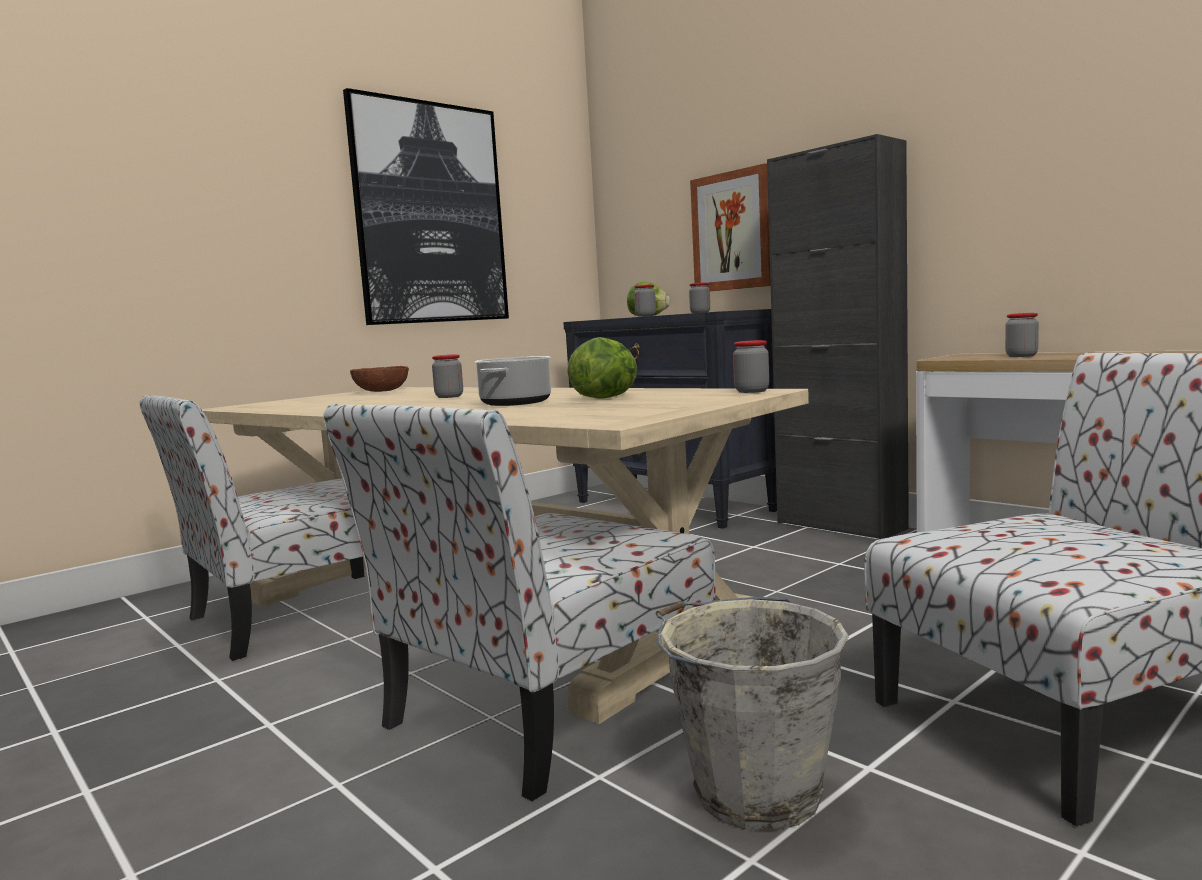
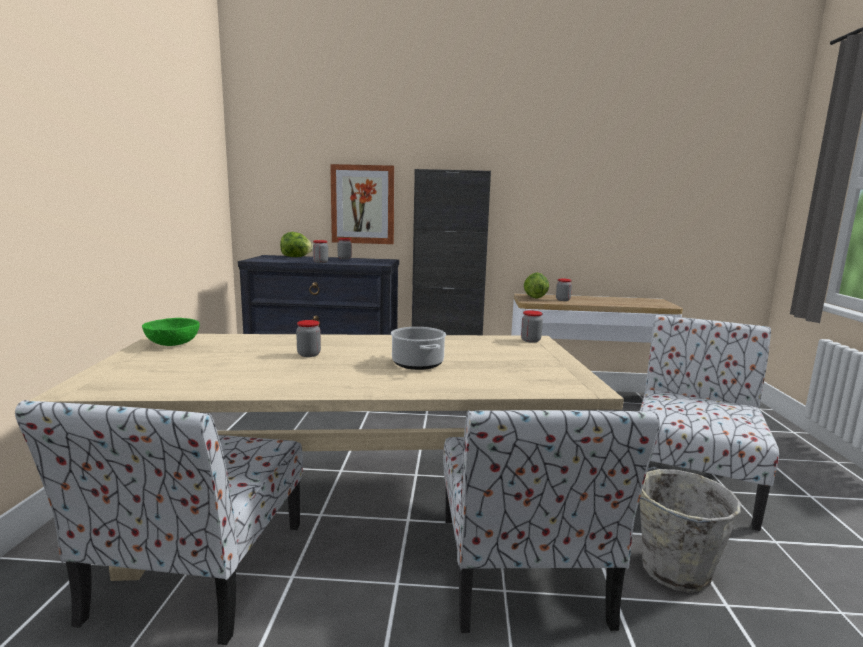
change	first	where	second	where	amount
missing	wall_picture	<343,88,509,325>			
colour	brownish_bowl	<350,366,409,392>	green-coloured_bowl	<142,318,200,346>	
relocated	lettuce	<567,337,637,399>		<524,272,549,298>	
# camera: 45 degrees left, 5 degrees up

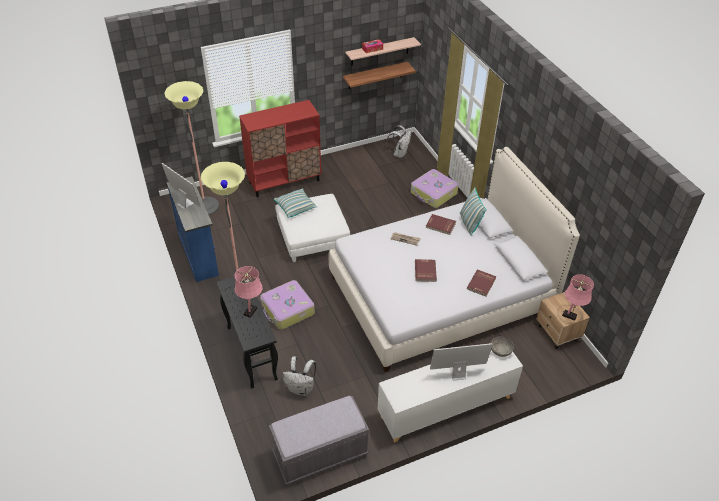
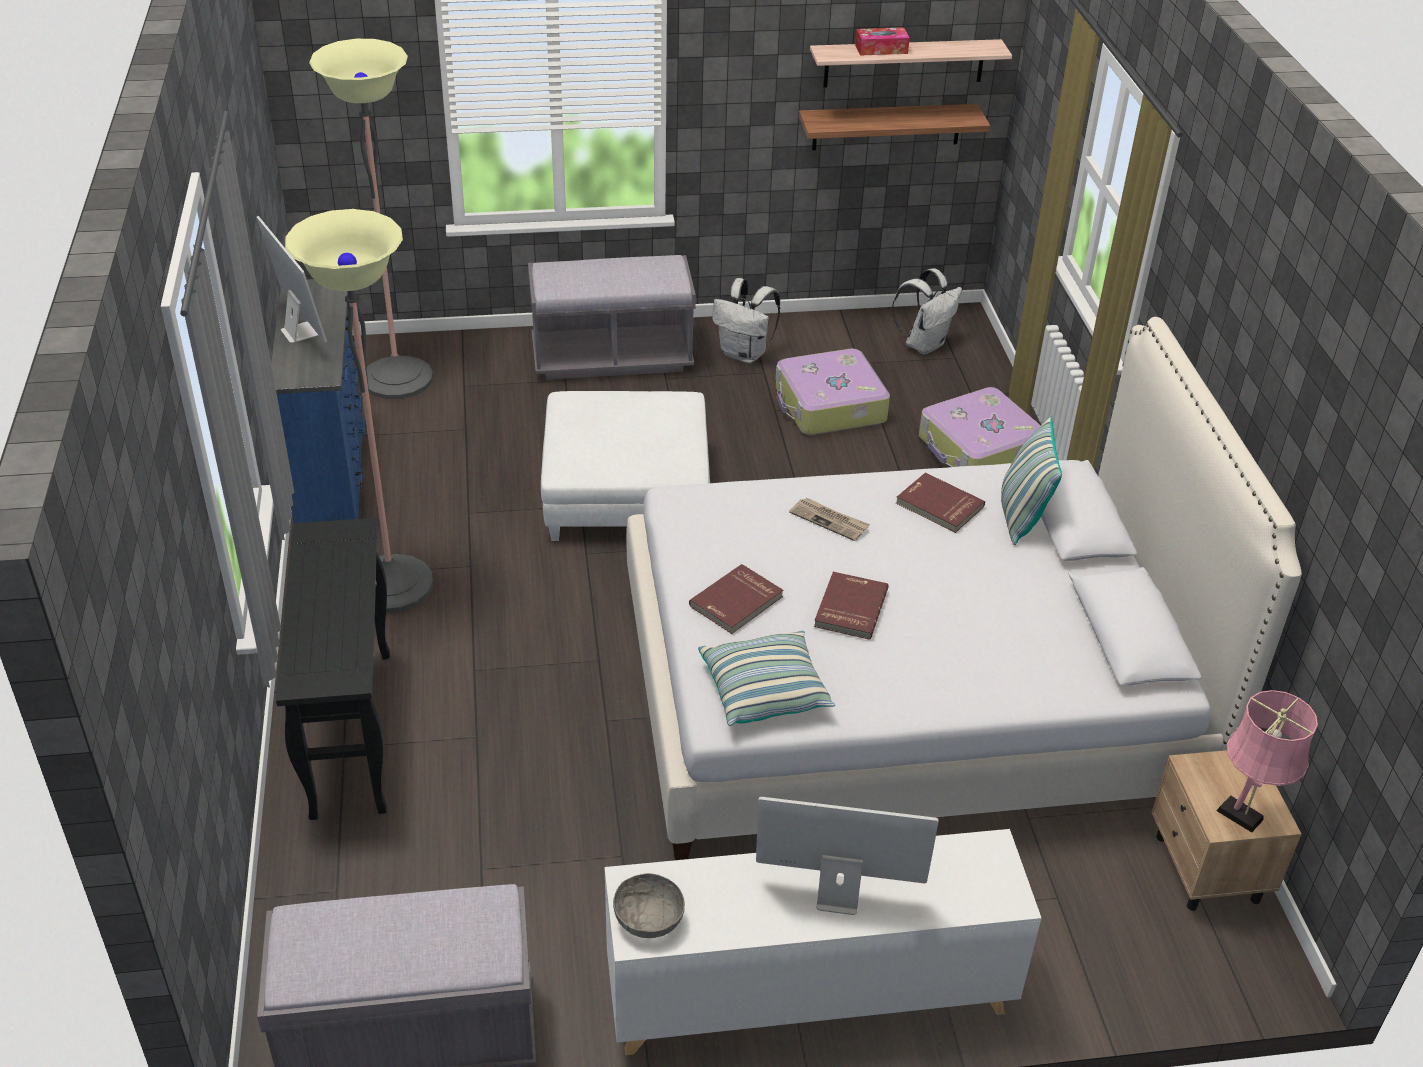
change	first	where	second	where	amount
missing	pinkish_lamp_for_a_table	<235,266,262,318>			
exchanged	red-coloured_cupboard	<239,100,321,197>	greyish_bench	<528,255,696,380>	
relocated	piece_of_luggage	<260,280,315,330>		<776,349,890,435>	
relocated	pillow	<274,188,317,218>		<698,631,835,726>	
relocated	whitish_backpack	<283,356,316,396>		<712,278,780,363>	
relocated	red-coloured_volume	<467,269,496,296>		<689,564,783,634>	
relocated	greyish_bowl	<491,337,514,357>		<613,873,685,938>	
# camera: 15 degrees right, 5 degrees down

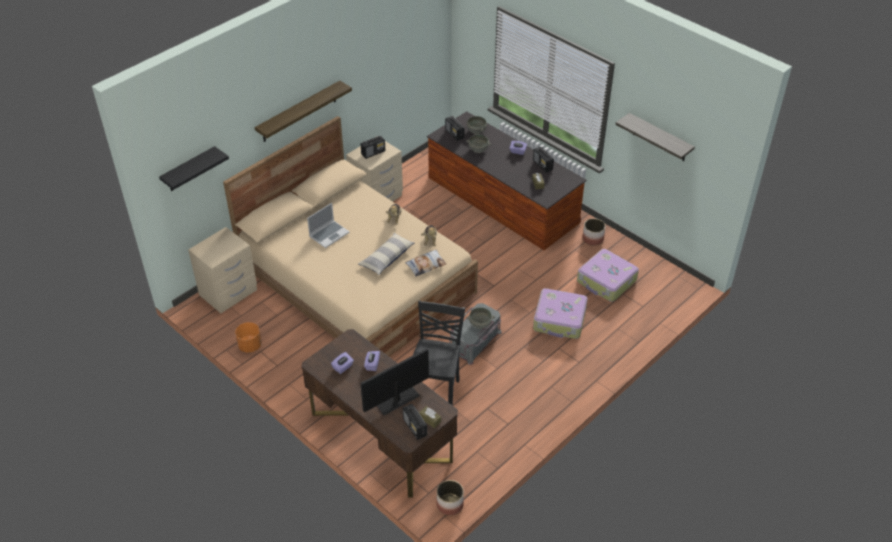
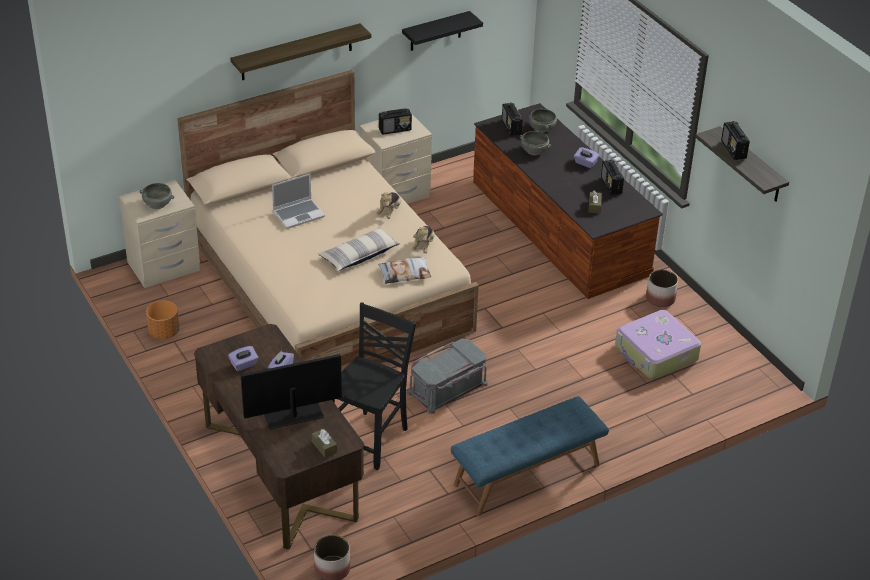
change	first	where	second	where	amount
relocated	black-coloured_shelf	<159,146,229,191>		<402,11,483,51>	
relocated	radio	<403,404,427,440>		<721,121,750,160>	
relocated	greyish_bowl	<466,307,495,329>		<139,183,174,209>	
missing	piece_of_luggage	<533,288,588,339>			
appeared			blue-coloured_bench	<451,396,609,516>	
# camera: 15 degrees right, 5 degrees down

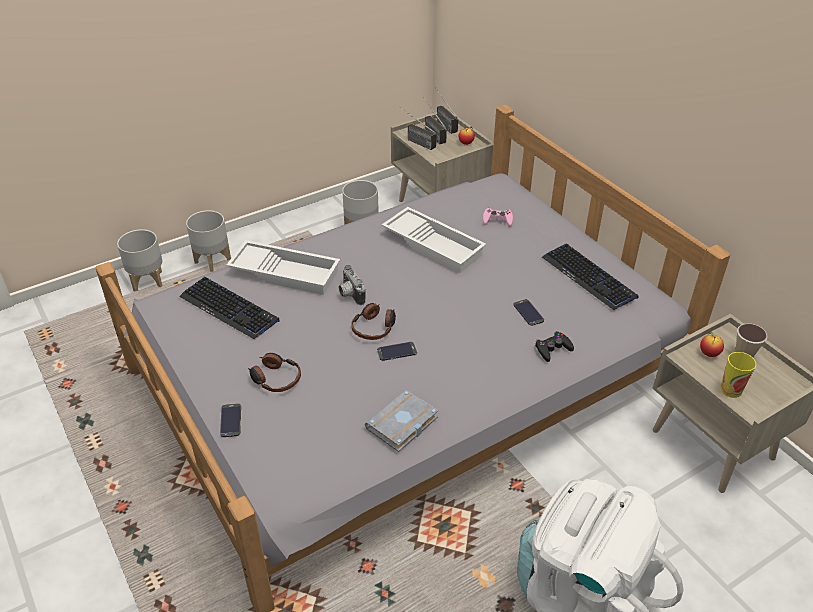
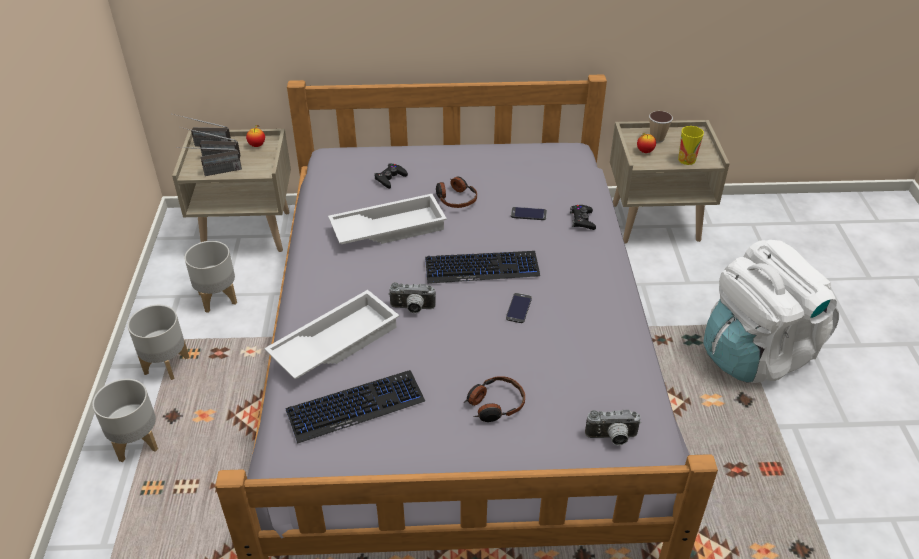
change	first	where	second	where	amount
relocated	greyish_planter	<117,229,163,292>		<128,305,190,380>	
missing	handset	<220,403,241,437>			
relocated	pair_of_headphones	<351,303,396,340>		<436,176,477,208>	
missing	greyish_volume	<365,390,438,452>			
colour	pinkish_game_controller	<483,208,513,227>	black-coloured_game_controller	<374,163,408,189>	
relocated	PC_keyboard	<542,244,639,310>		<425,251,540,284>	
appeared			photo_camera	<585,410,641,446>	
# camera: 60 degrees left, 0 degrees up

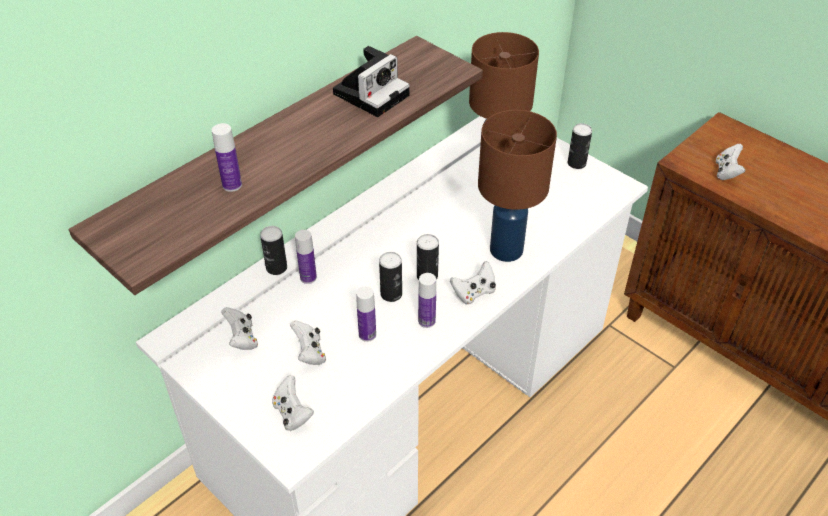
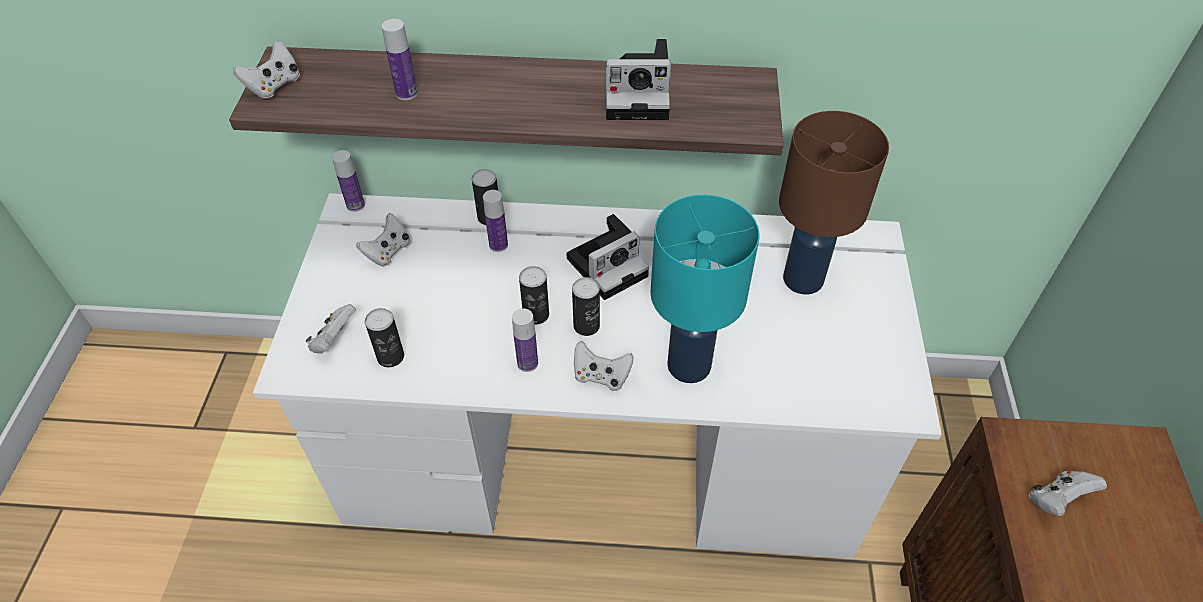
change	first	where	second	where	amount
relocated	whitish_game_controller	<290,320,326,365>		<233,40,300,99>	
relocated	bottle	<356,286,376,342>		<332,150,365,212>	
colour	brownish_lamp_for_a_table	<478,110,557,262>	blue-green_lamp_for_a_table	<651,195,759,383>	
relocated	metal_can	<568,123,592,169>		<365,308,404,367>	
appeared			photo_camera	<566,214,649,300>	
# camera: 50 degrees right, 5 degrees up

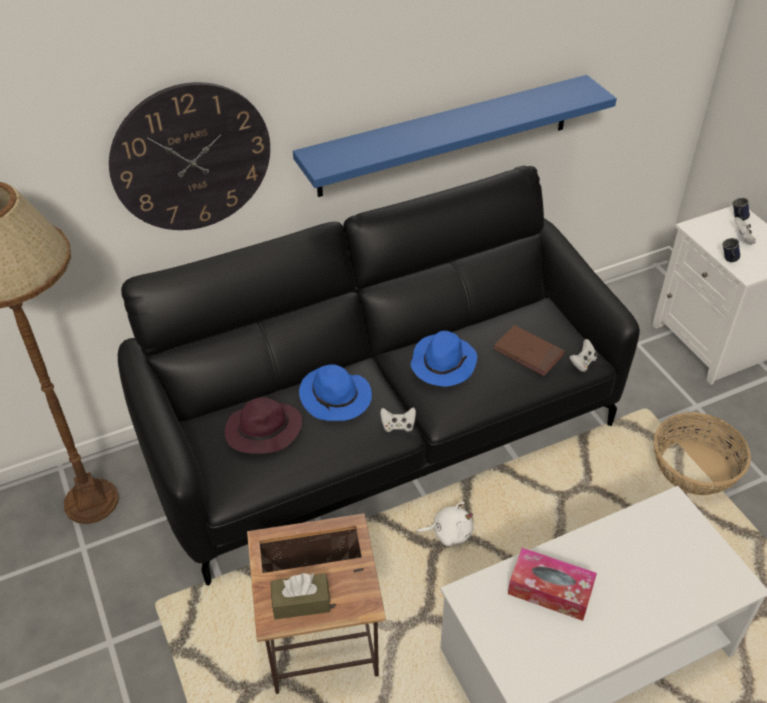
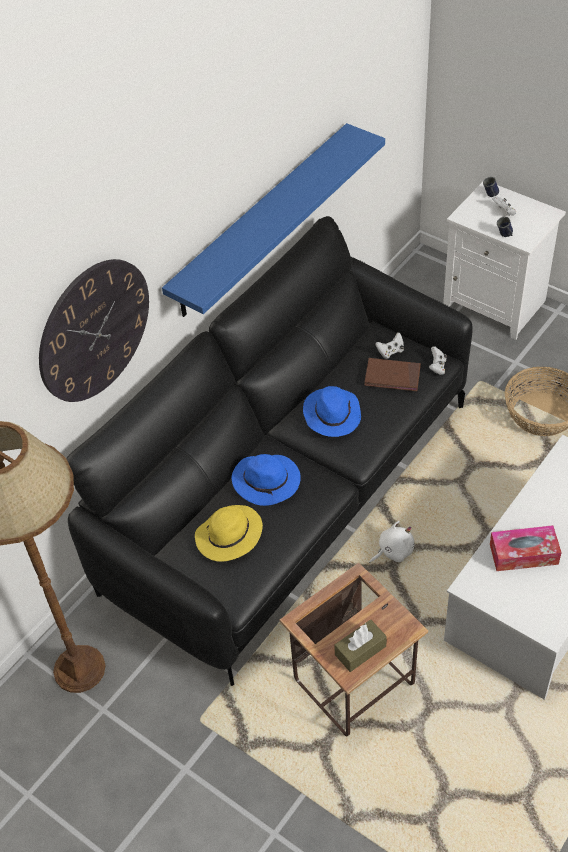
change	first	where	second	where	amount
colour	purplish_wearable_hat	<225,397,302,454>	yellowish_wearable_hat	<195,505,263,562>	
relocated	whitish_game_controller	<380,407,416,432>		<375,332,404,359>	
# camera: 25 degrees left, 5 degrees up

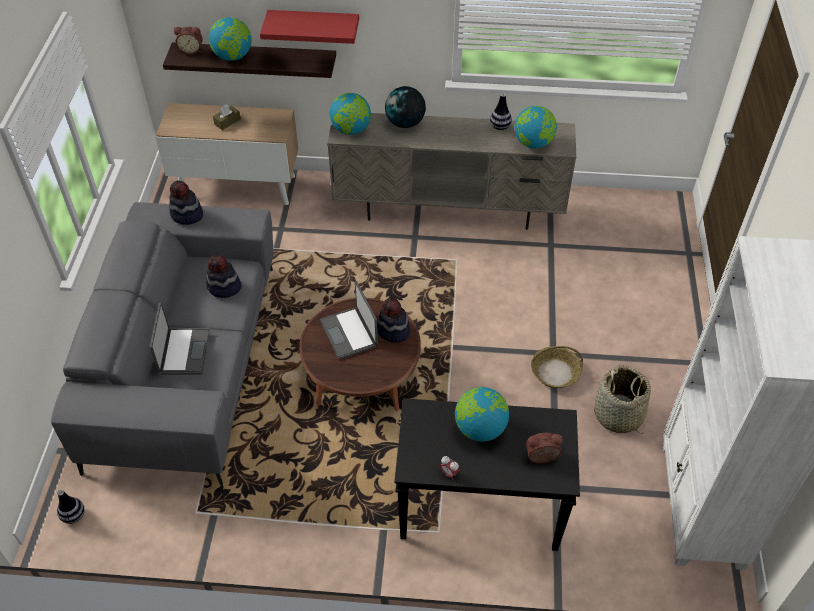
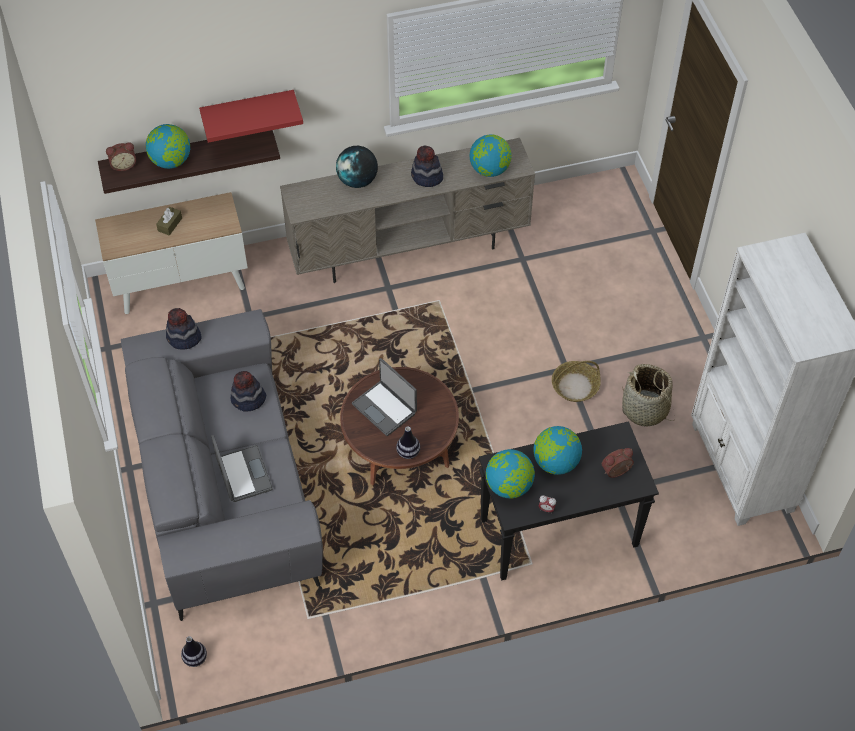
change	first	where	second	where	amount
relocated	globe	<330,93,371,135>		<486,449,535,499>	
relocated	wearable_hat	<377,298,410,343>		<411,145,443,187>	
relocated	flower_vase	<490,93,512,130>		<396,426,420,459>	
# camera: 20 degrees left, 5 degrees up

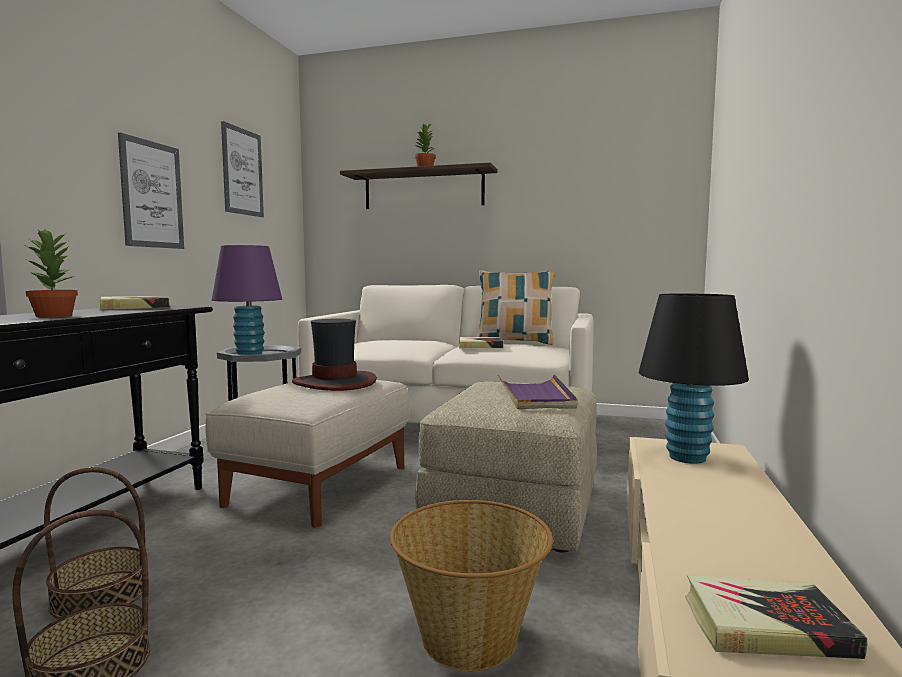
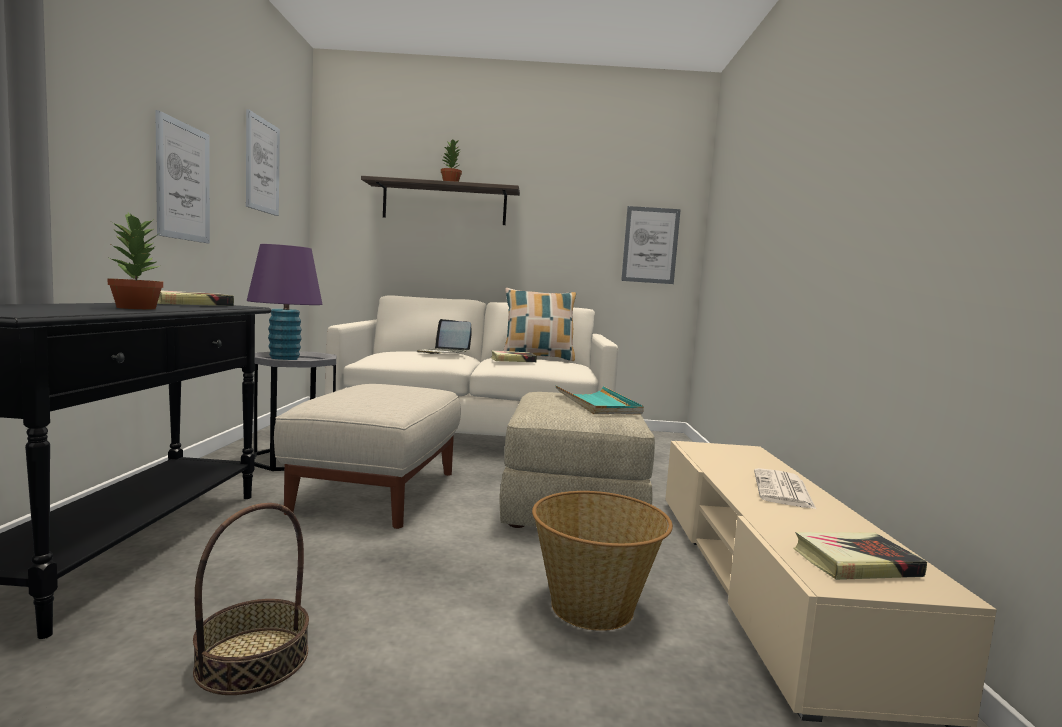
change	first	where	second	where	amount
missing	storage_basket	<44,467,149,619>			
missing	wearable_hat	<292,318,377,391>			
colour	purplish_tray	<498,375,577,409>	blue-green_tray	<555,385,644,414>	
missing	black-coloured_lamp_for_a_table	<639,293,749,464>			
appeared			portable_computer	<417,319,472,354>	
appeared			wall_picture	<621,206,681,284>	
appeared			daily_paper	<754,468,817,510>	
# camera: 15 degrees left, 0 degrees up

